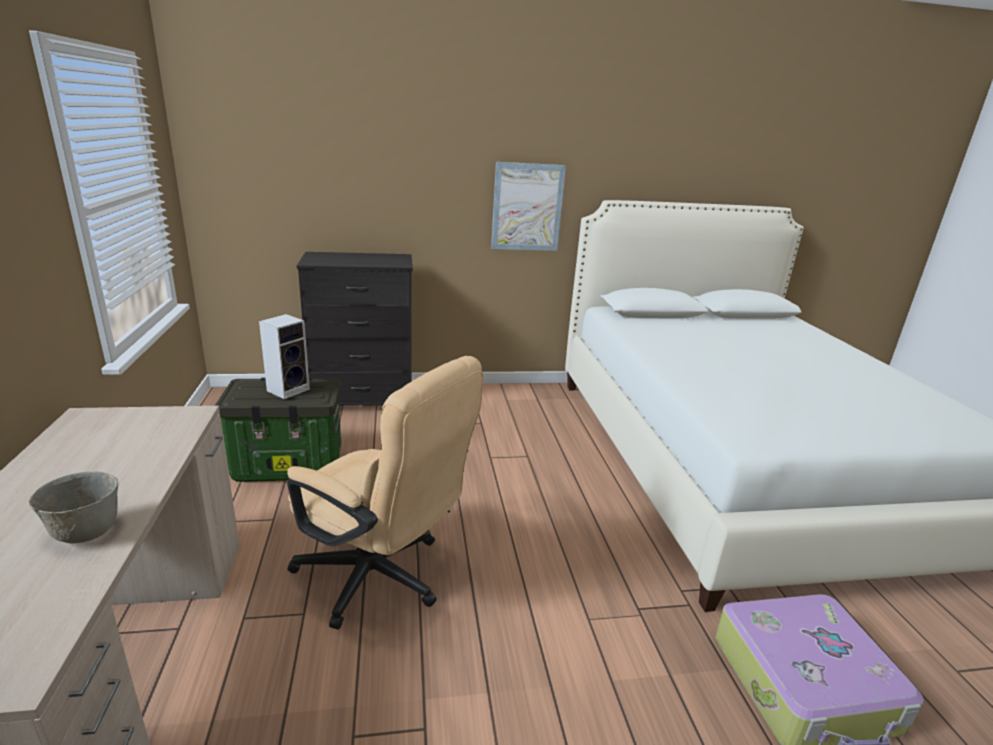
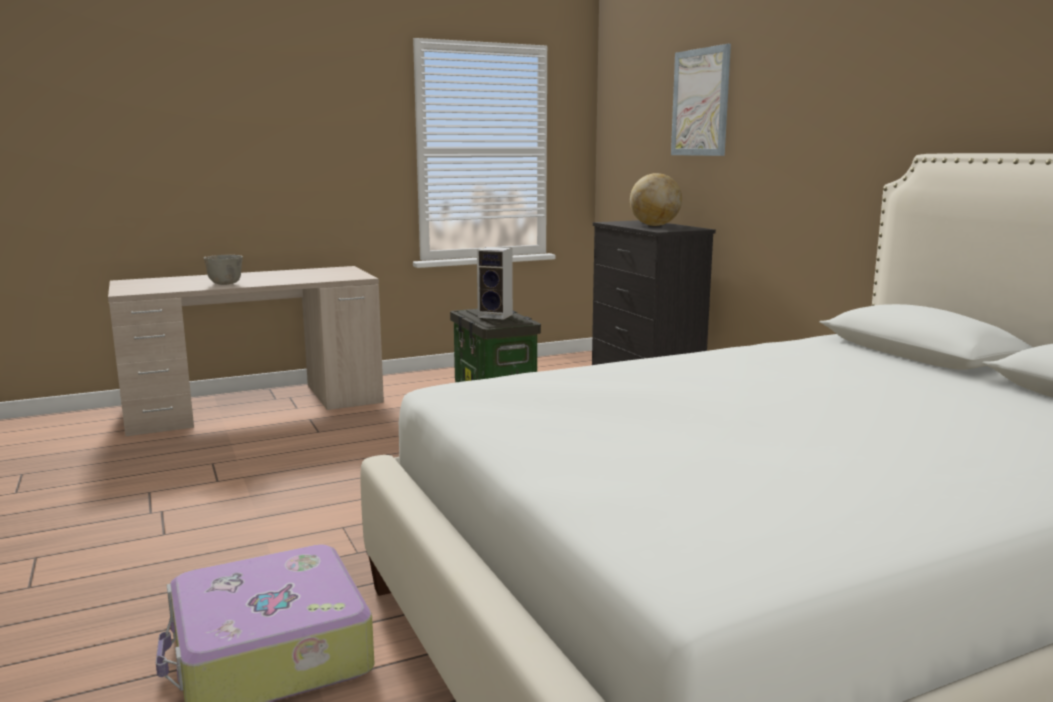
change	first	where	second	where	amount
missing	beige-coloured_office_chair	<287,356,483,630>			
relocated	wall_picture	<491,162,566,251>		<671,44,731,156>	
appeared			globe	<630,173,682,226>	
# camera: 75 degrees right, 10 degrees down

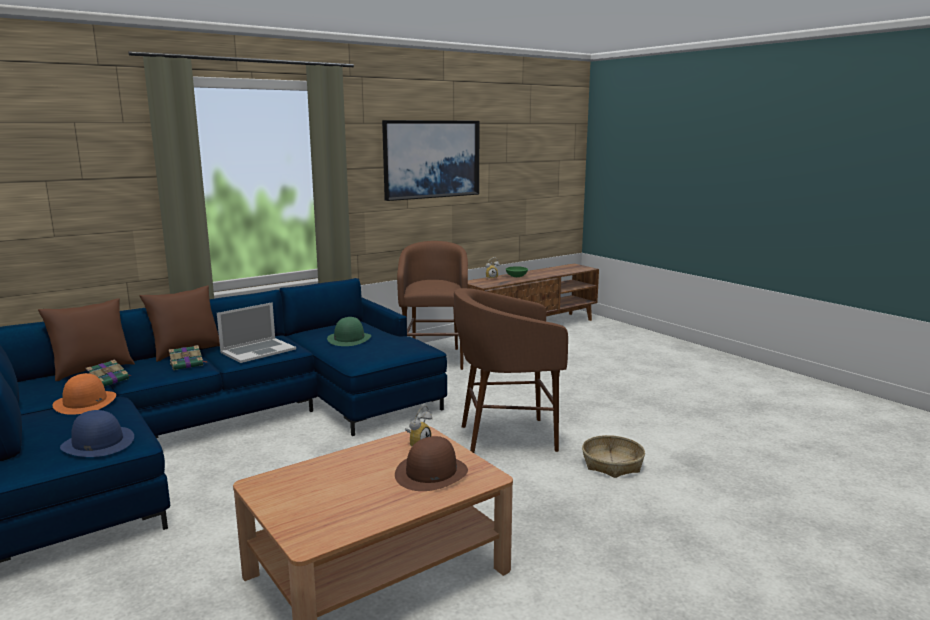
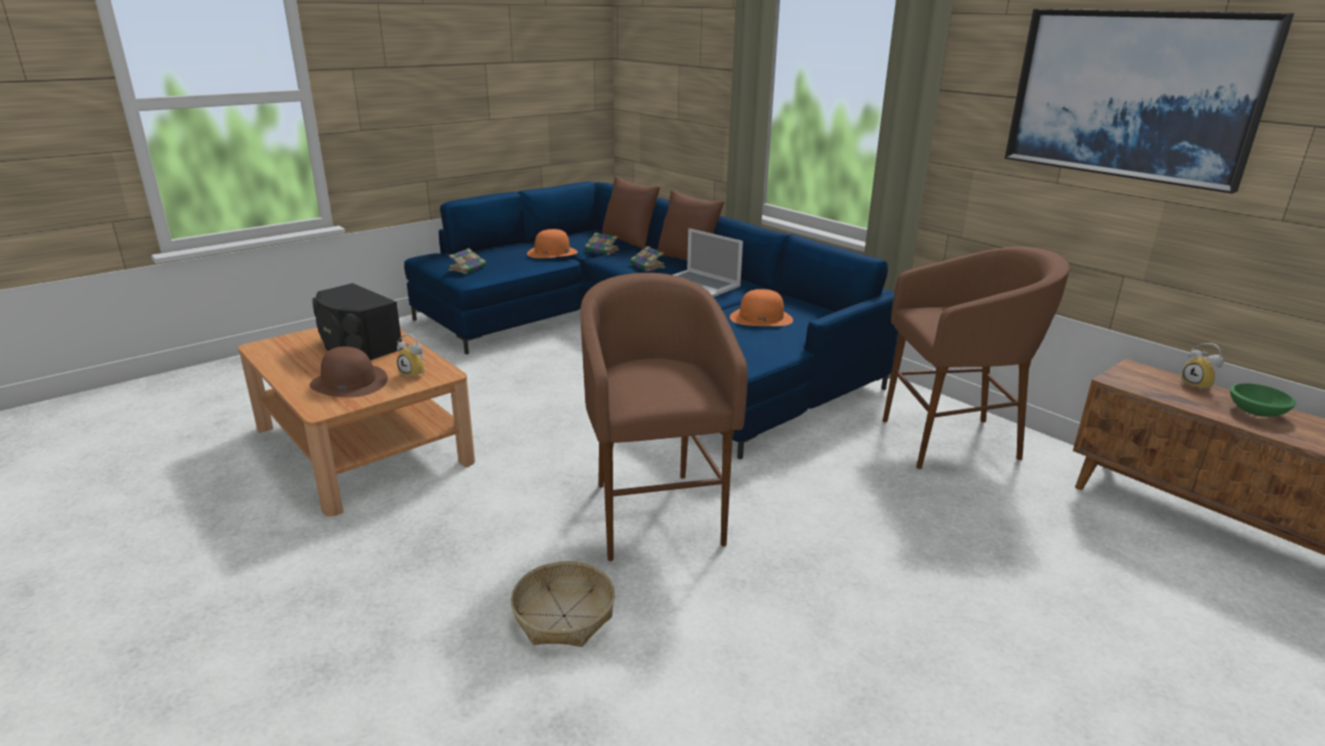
change	first	where	second	where	amount
exchanged	blue-coloured_wearable_hat	<60,410,134,457>	volume	<448,248,486,274>	
colour	green-coloured_wearable_hat	<327,317,371,346>	orange-coloured_wearable_hat	<730,289,793,326>	
appeared			black-coloured_loudspeaker	<312,283,402,360>	
# camera: 85 degrees right, 10 degrees up

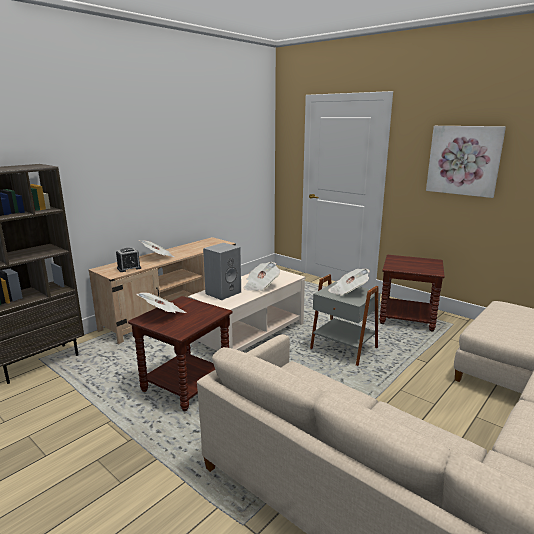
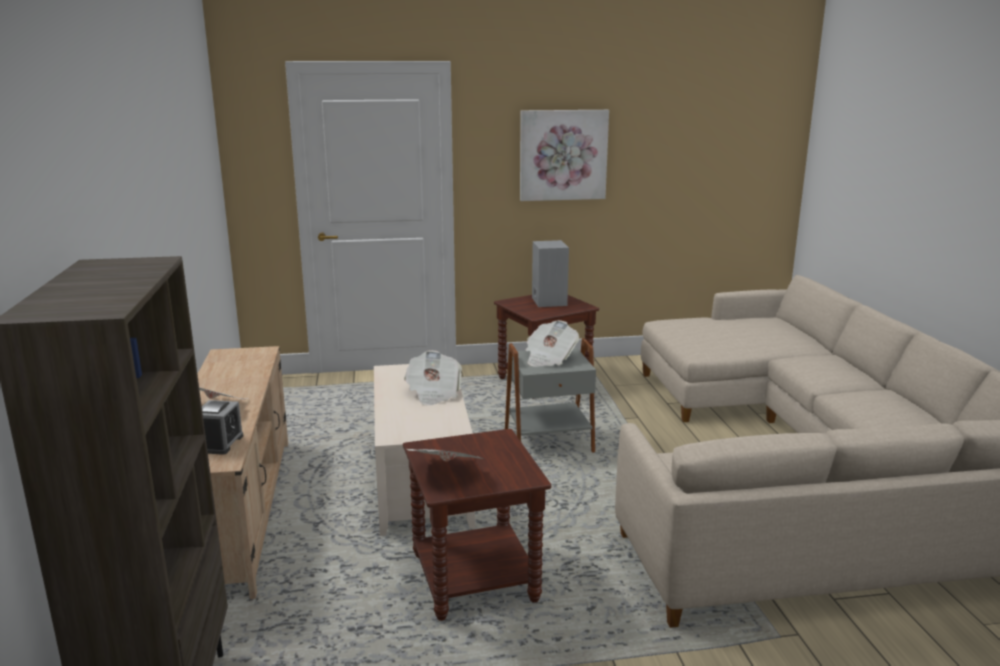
change	first	where	second	where	amount
relocated	greyish_loudspeaker	<203,243,241,300>		<532,240,569,307>	
# camera: 50 degrees left, 0 degrees up

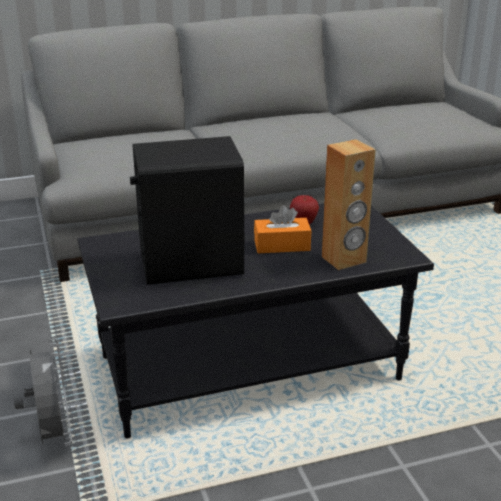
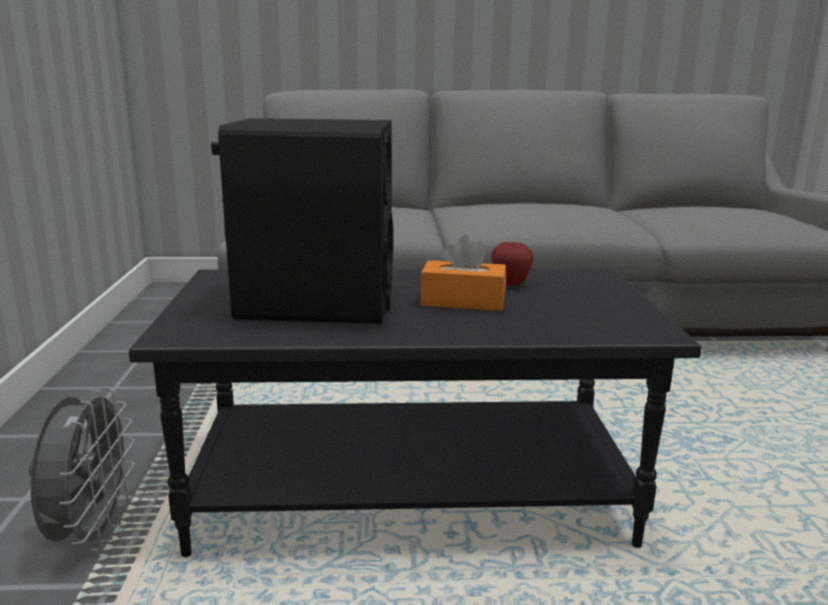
change	first	where	second	where	amount
missing	brownish_loudspeaker	<322,139,376,270>			
# camera: 15 degrees right, 10 degrees down

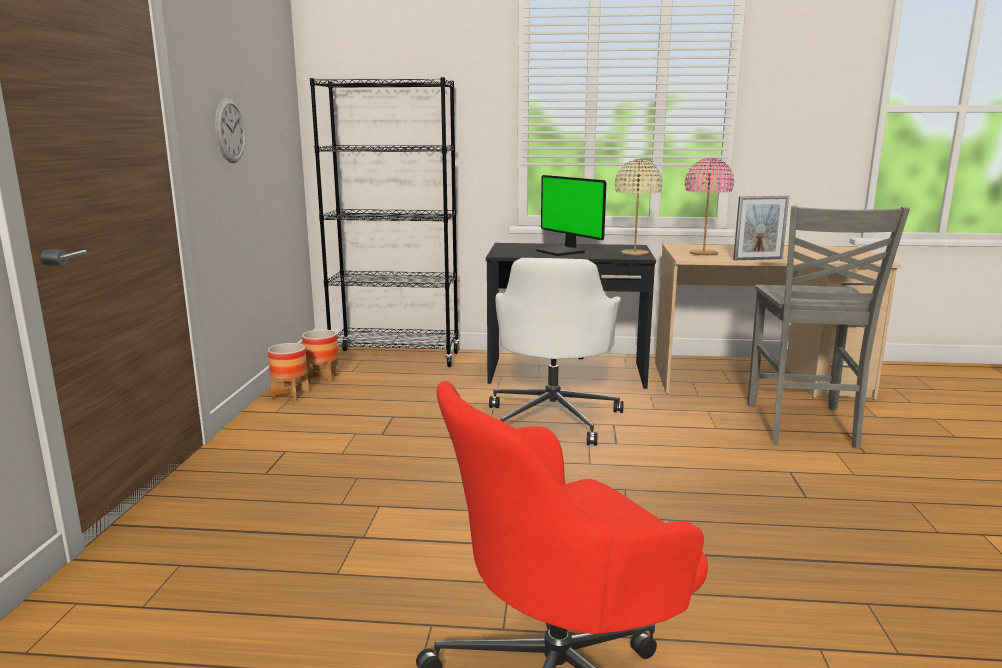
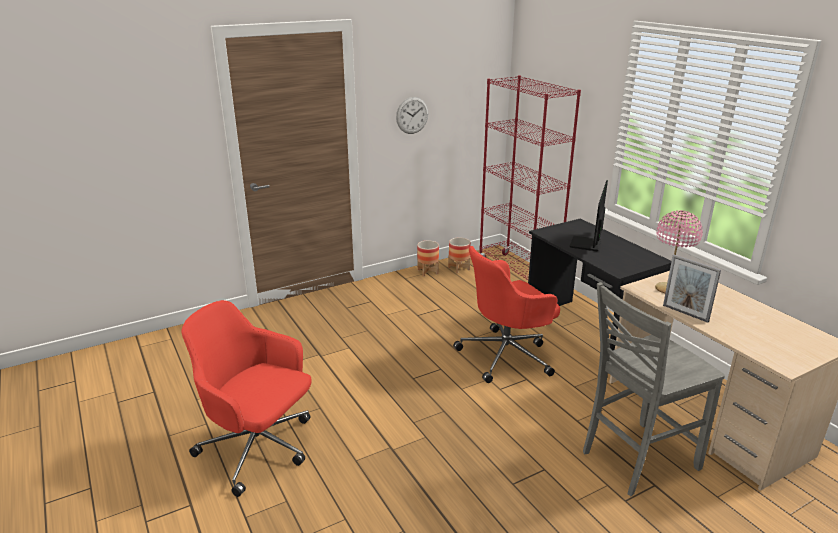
change	first	where	second	where	amount
colour	black-coloured_bookshelf	<310,77,460,367>	red-coloured_bookshelf	<479,75,581,280>	
colour	whitish_office_chair	<489,258,623,445>	red-coloured_office_chair	<453,246,560,383>	
missing	beige-coloured_lamp_for_a_table	<615,159,662,255>			
# camera: 55 degrees right, 10 degrees up

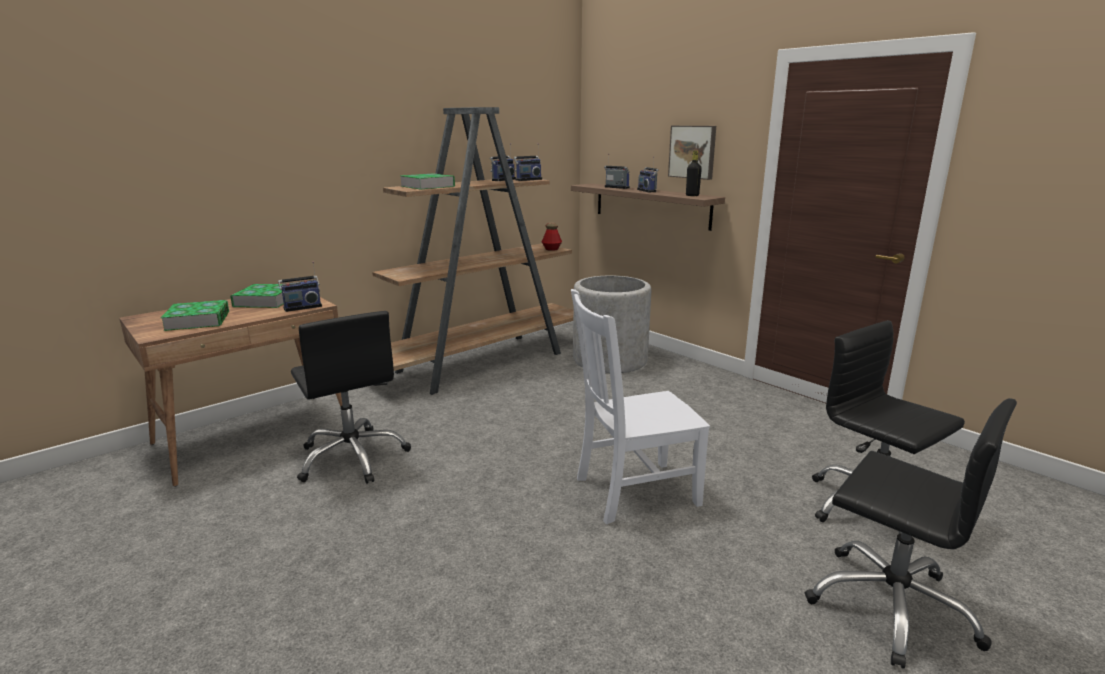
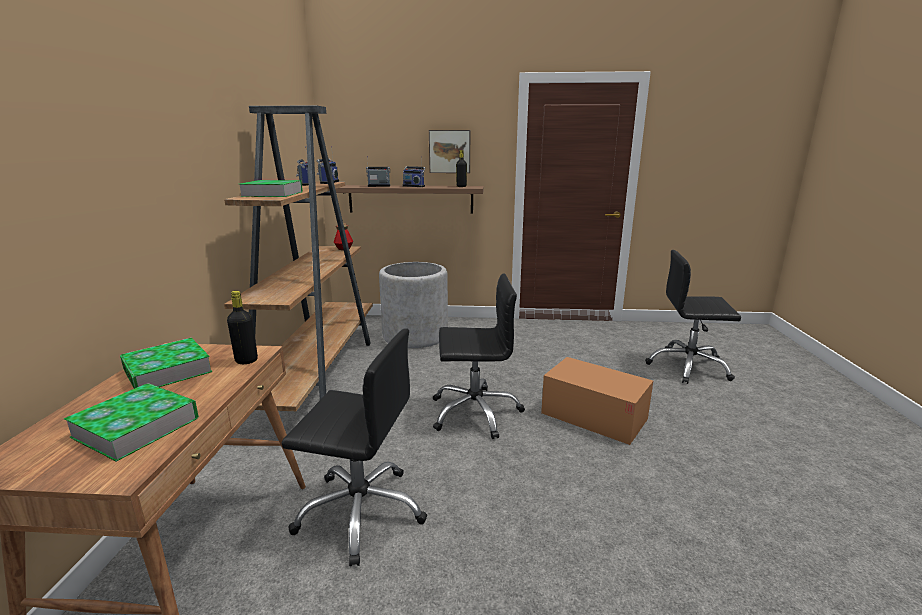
change	first	where	second	where	amount
exchanged	radio	<278,261,322,312>	black-coloured_bottle	<227,291,258,364>	
exchanged	whitish_chair	<571,289,710,524>	cardboard_box	<541,357,653,445>	
relocated	black-coloured_office_chair	<805,398,1017,669>		<433,273,525,439>	
# camera: 45 degrees left, 0 degrees up

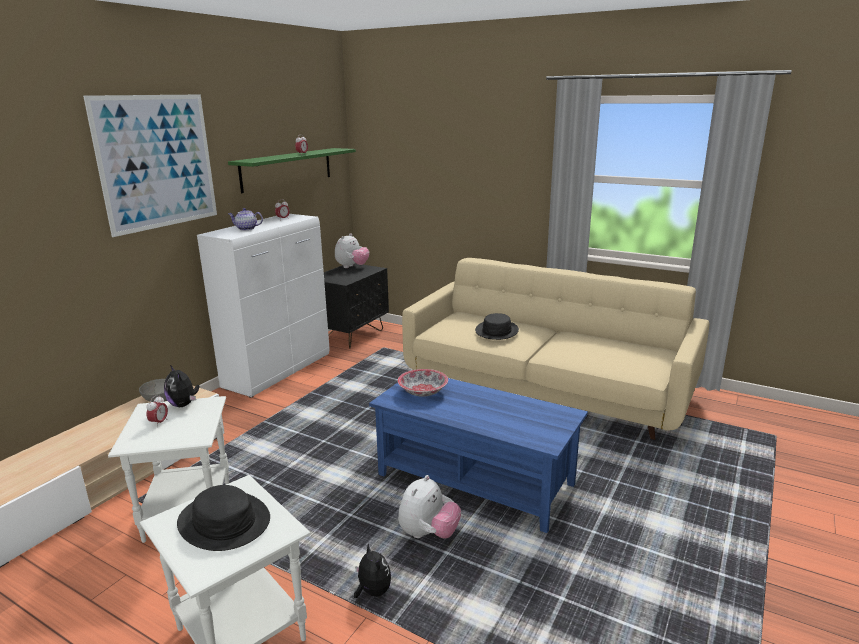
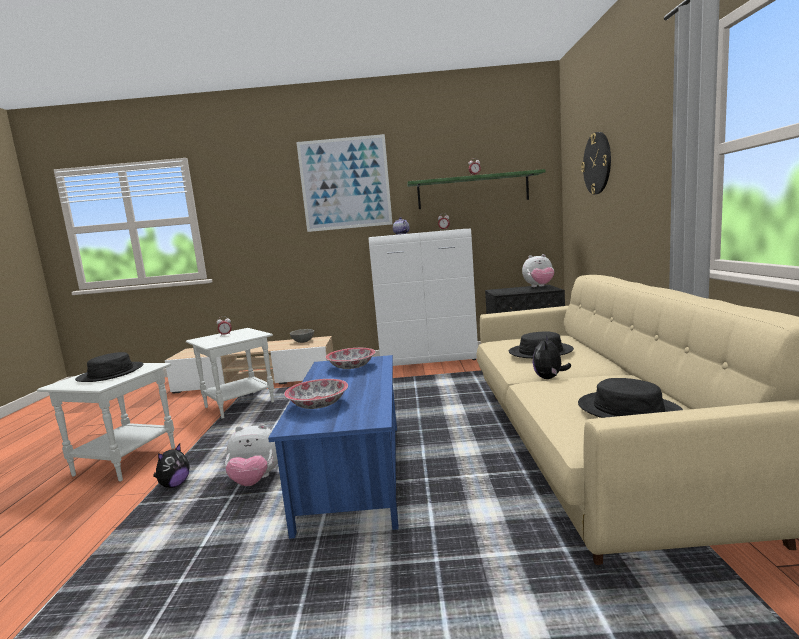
change	first	where	second	where	amount
relocated	soft_toy	<164,365,199,407>		<533,335,571,379>	
appeared			bowl	<284,379,348,409>	
appeared			black-coloured_wearable_hat	<578,378,683,418>	
appeared			hanging_clock	<581,132,611,195>	
# camera: 60 degrees right, 10 degrees down

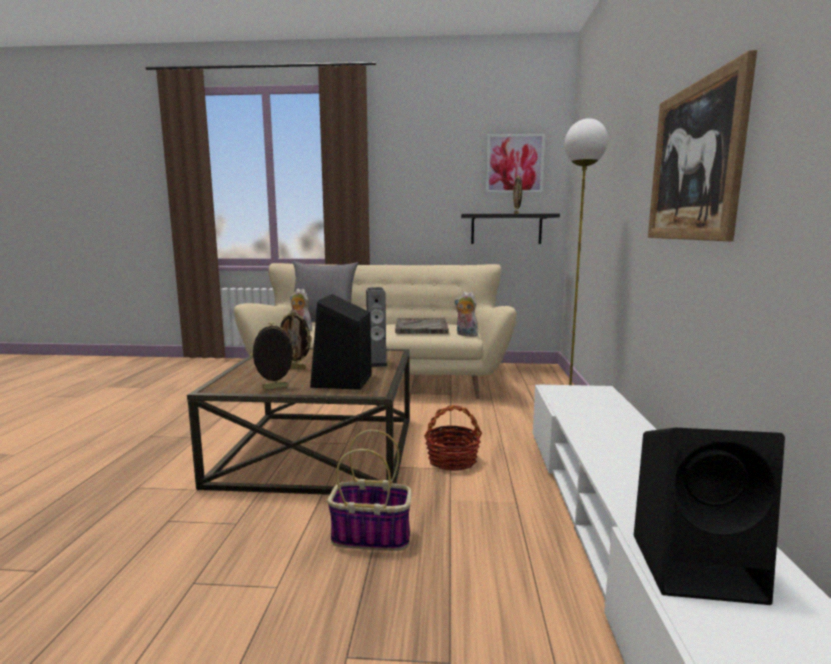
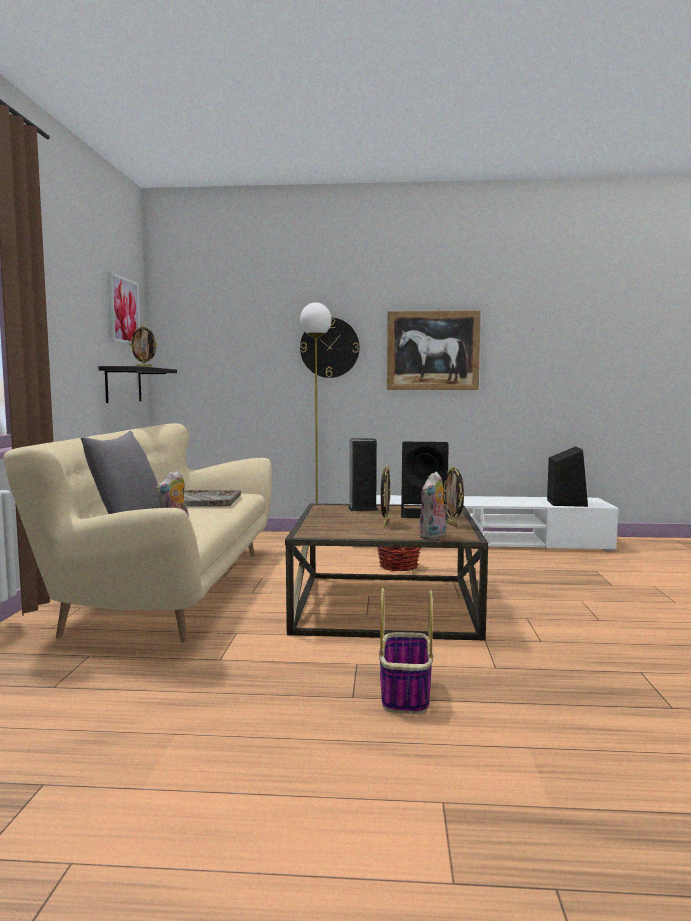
change	first	where	second	where	amount
relocated	storage_basket	<327,430,412,551>		<379,588,433,714>	
relocated	soft_toy	<454,292,478,336>		<419,471,449,539>	
appeared			hanging_clock	<300,317,360,378>	
# camera: 90 degrees left, 5 degrees down

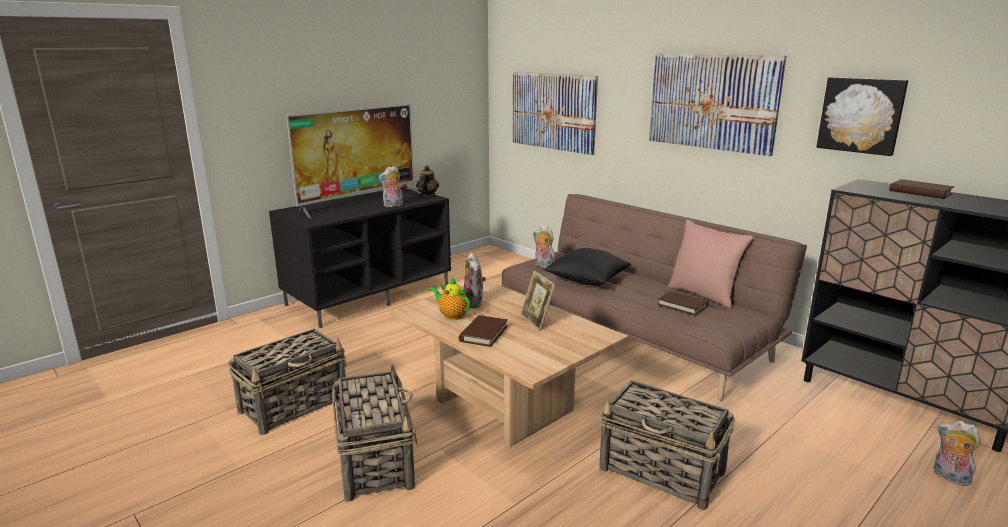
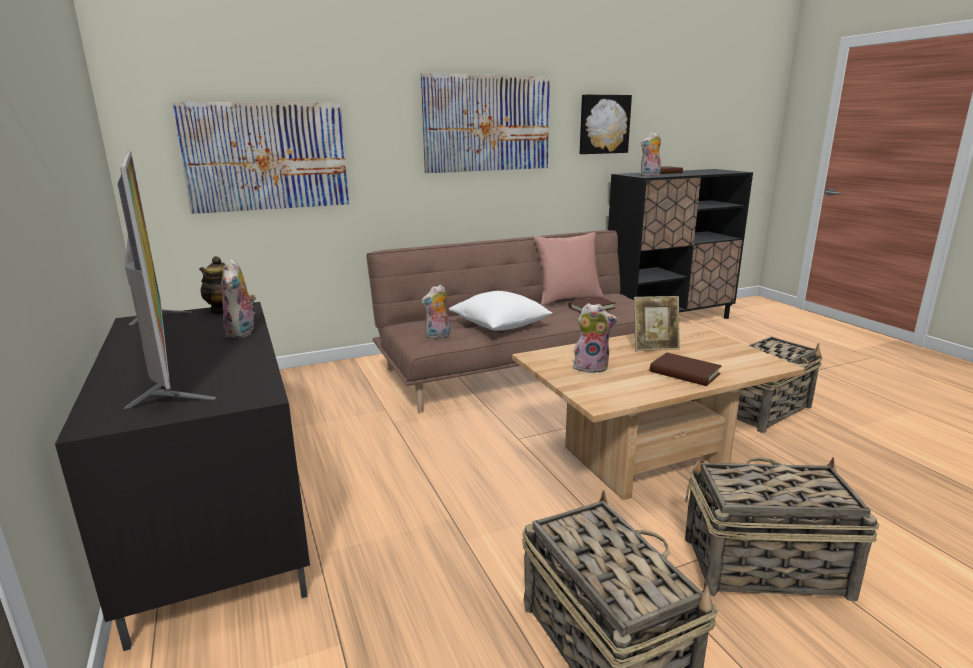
change	first	where	second	where	amount
missing	teapot	<429,277,470,320>			
colour	black-coloured_pillow	<544,248,631,286>	whitish_pillow	<449,291,553,331>	
relocated	soft_toy	<933,421,980,486>		<640,132,661,177>	
# camera: 70 degrees left, 0 degrees up

